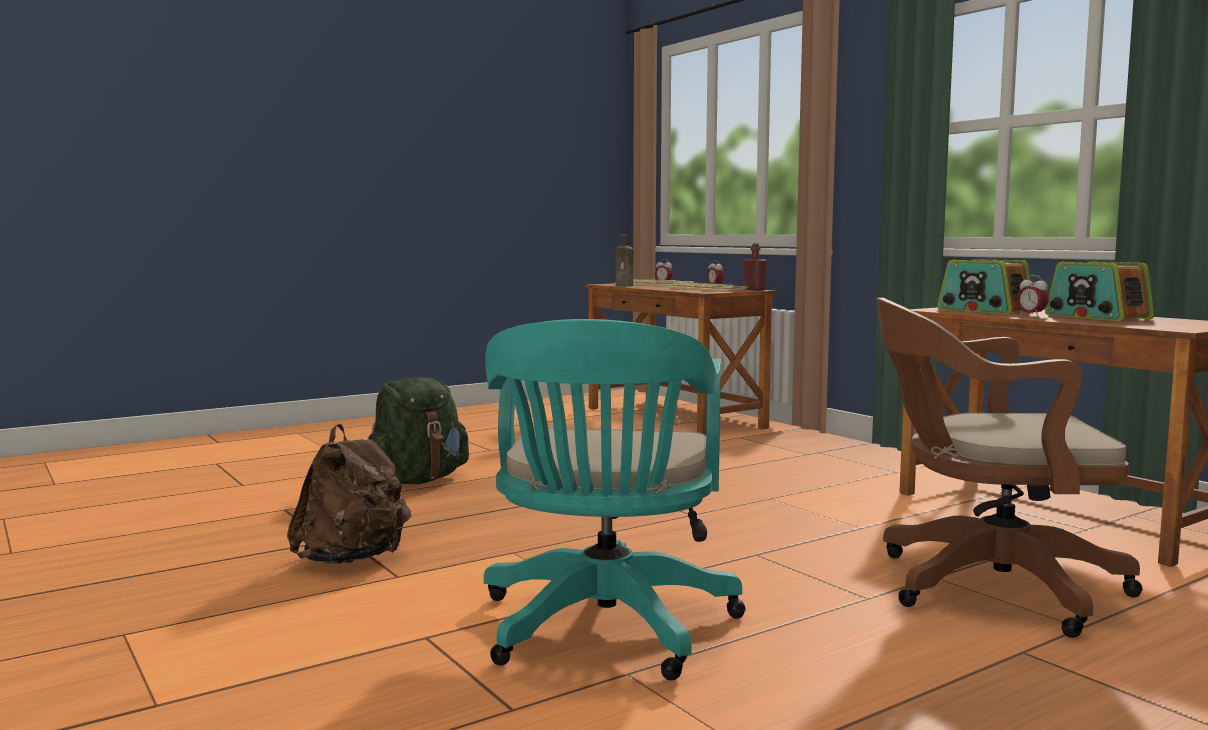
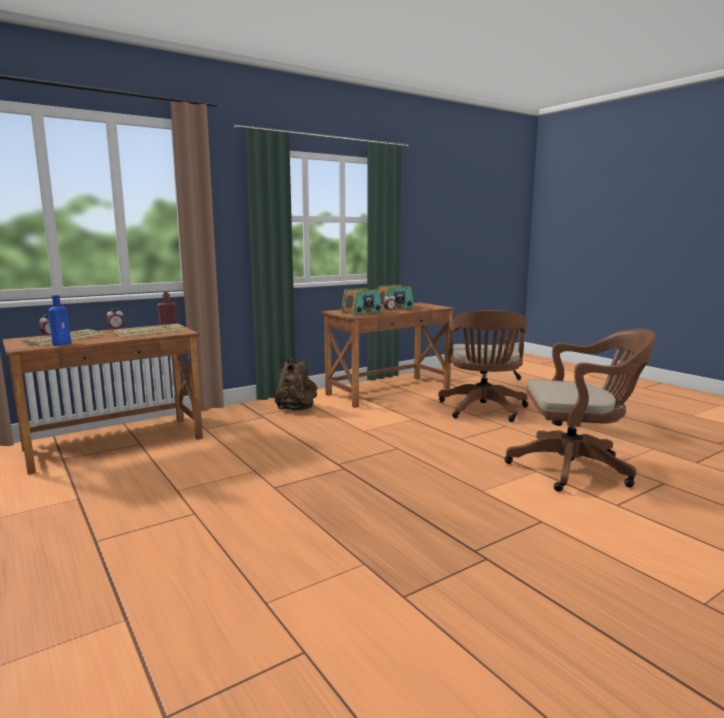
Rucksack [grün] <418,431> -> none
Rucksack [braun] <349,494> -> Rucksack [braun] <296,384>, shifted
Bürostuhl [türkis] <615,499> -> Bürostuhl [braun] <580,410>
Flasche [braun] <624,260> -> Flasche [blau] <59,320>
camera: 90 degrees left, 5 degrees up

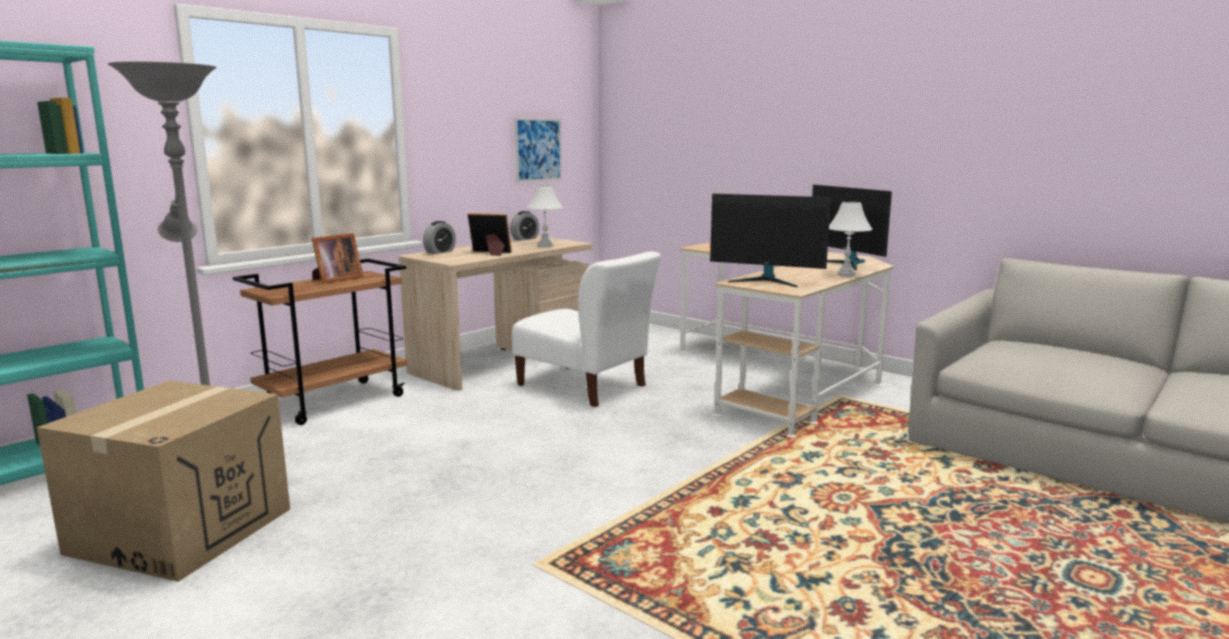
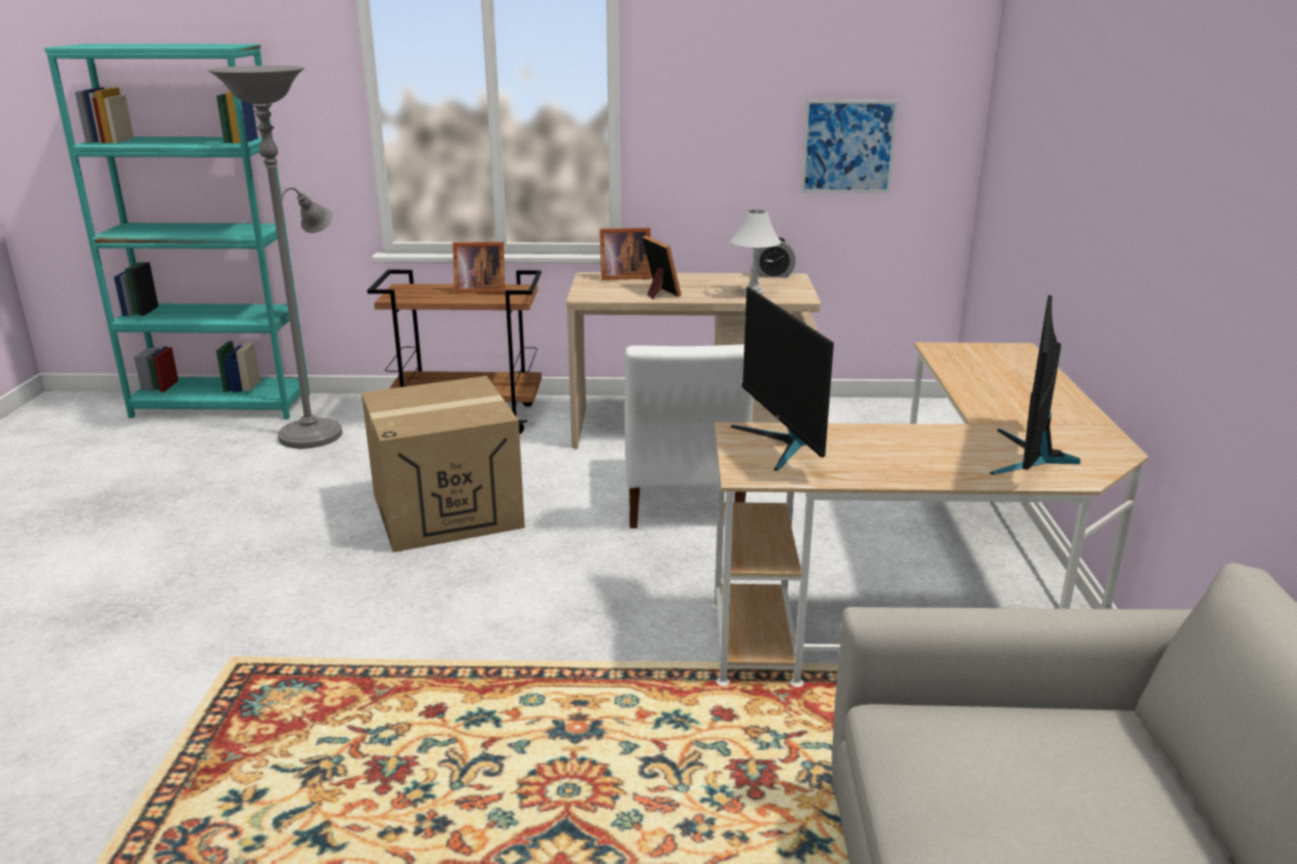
Tischlampe [weiß] <851,239> -> none
Karton <163,481> -> Karton <443,464>, shifted
Wecker <439,237> -> Bilderrahmen <626,254>
camera: 50 degrees right, 10 degrees up

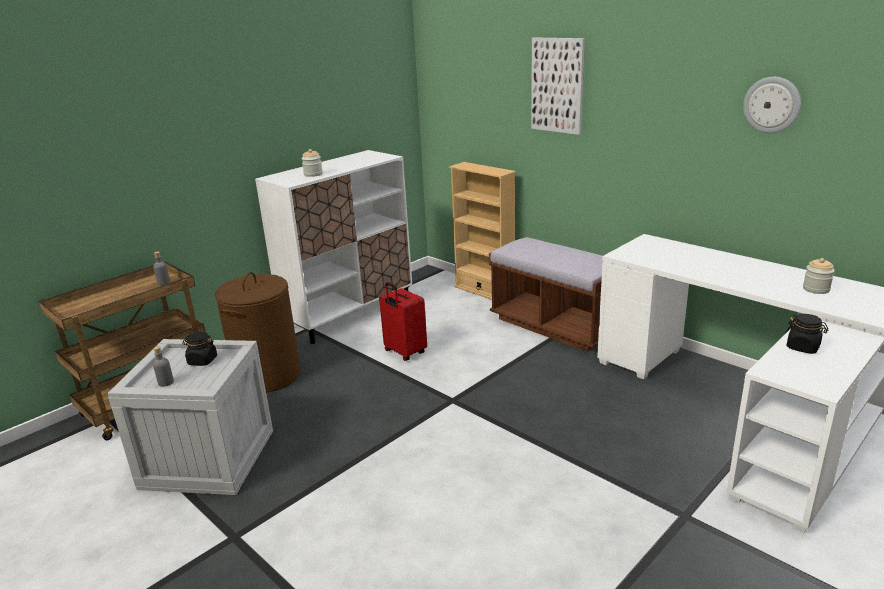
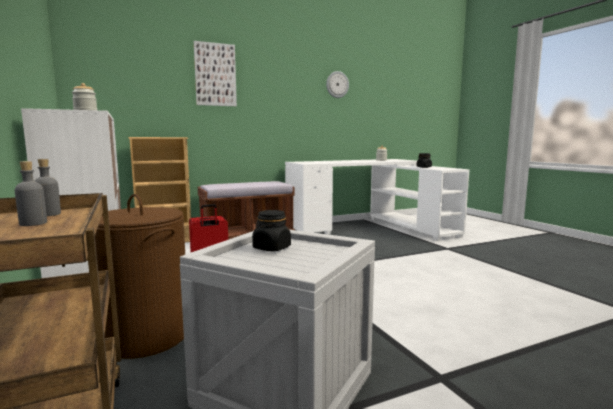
Flasche [grau] <163,366> -> Flasche [grau] <31,193>, shifted
camera: 70 degrees left, 15 degrees down

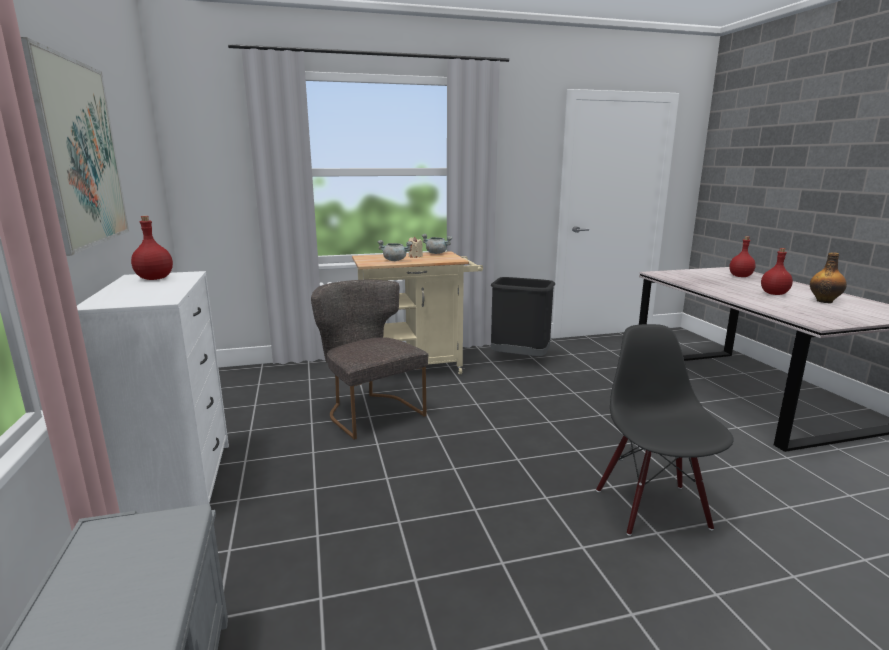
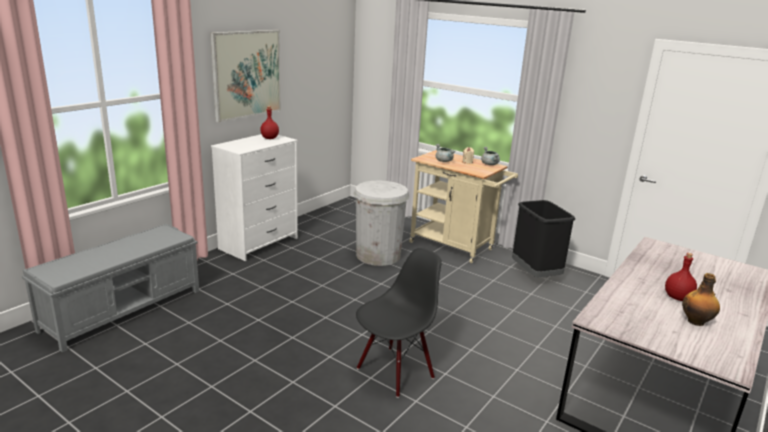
Flasche [rot] <742,256> -> none
Stuhl [grau] <369,360> -> Mülleimer [weiß] <381,223>
camera: 50 degrees right, 5 degrees up

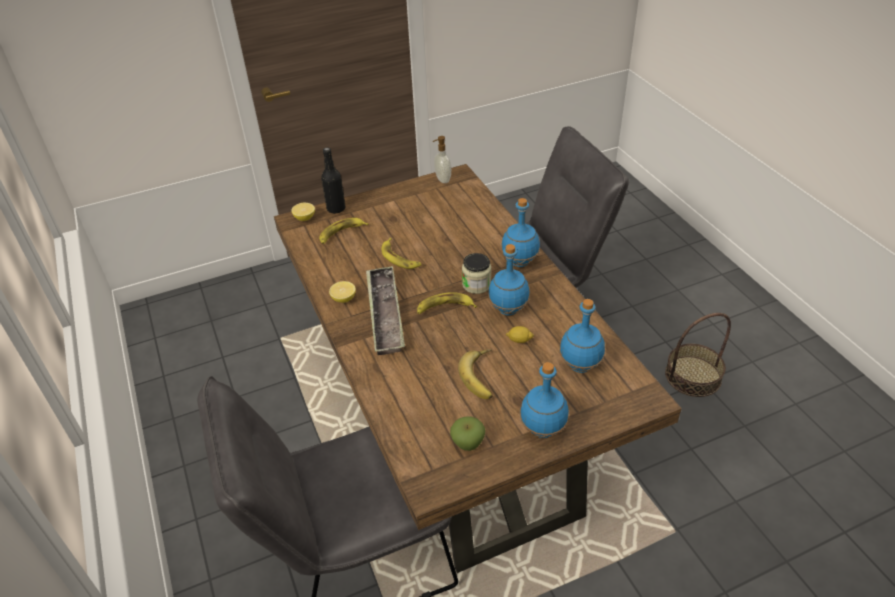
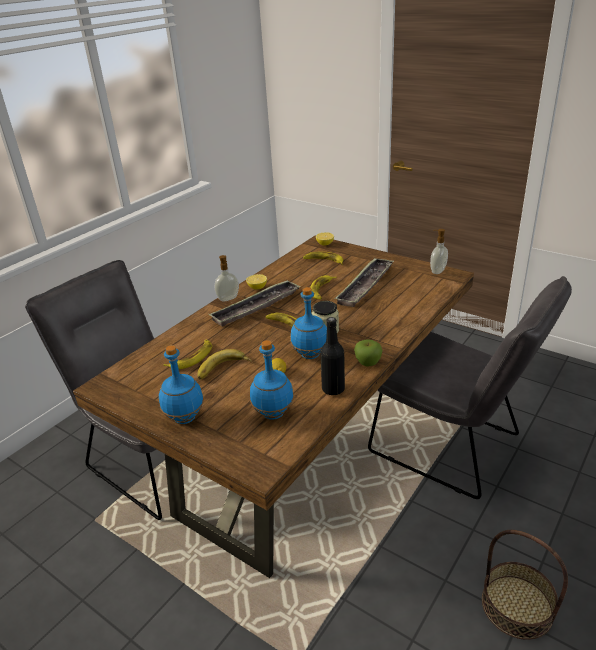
Flasche [blau] <520,232> -> none
none -> Banane <188,354>
none -> Seifenspender <226,278>
none -> Tablett <364,282>
Flasche [schwarz] <333,180> -> Flasche [schwarz] <332,356>, shifted
Apfel <468,434> -> Apfel <368,353>, shifted
camera: 60 degrees right, 10 degrees down

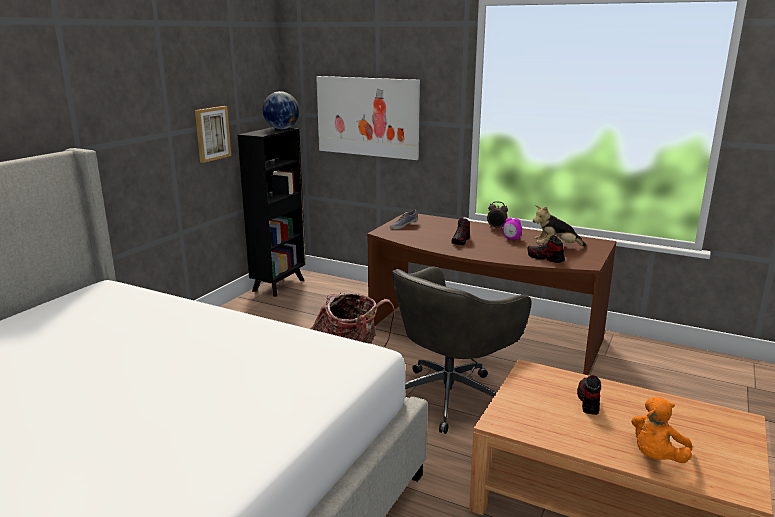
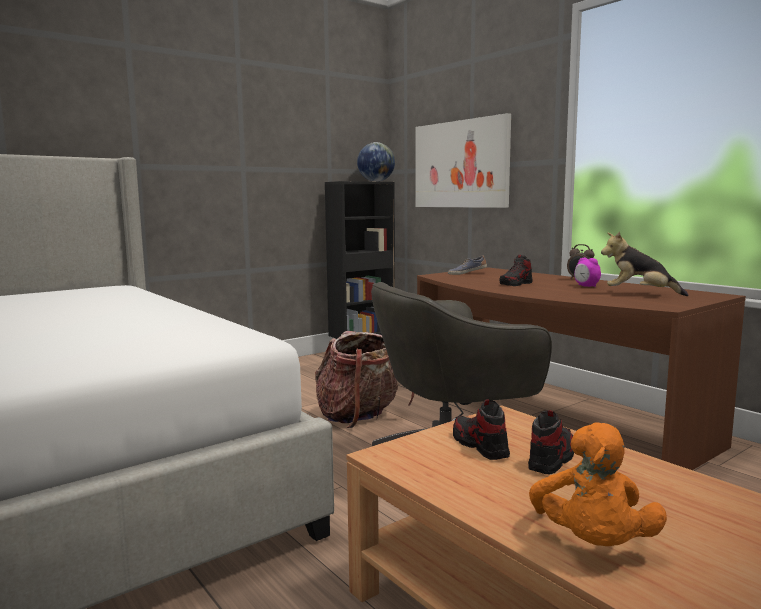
Bild <213,134> -> none
Schuh <546,249> -> Schuh <481,430>, shifted
Plüschtier [orange] <661,430> -> Plüschtier [orange] <598,484>, 60 degrees counterclockwise
camera: 25 degrees right, 10 degrees down

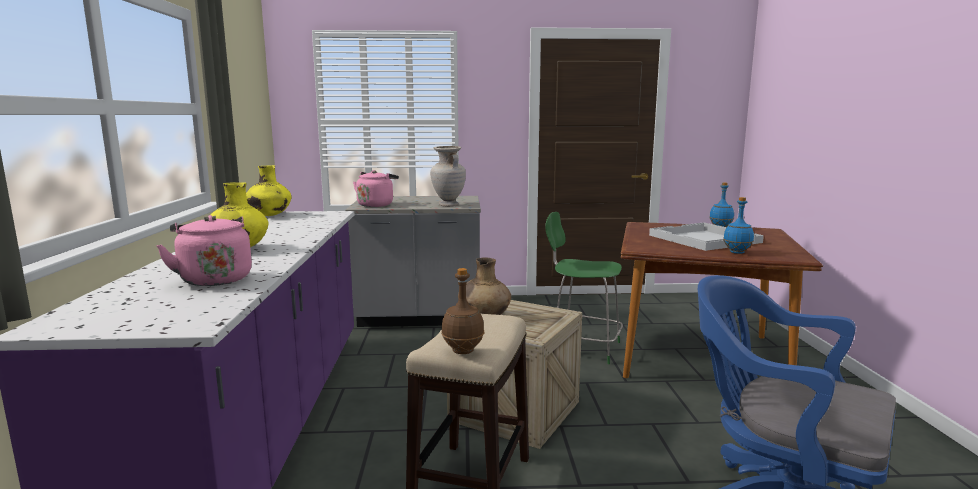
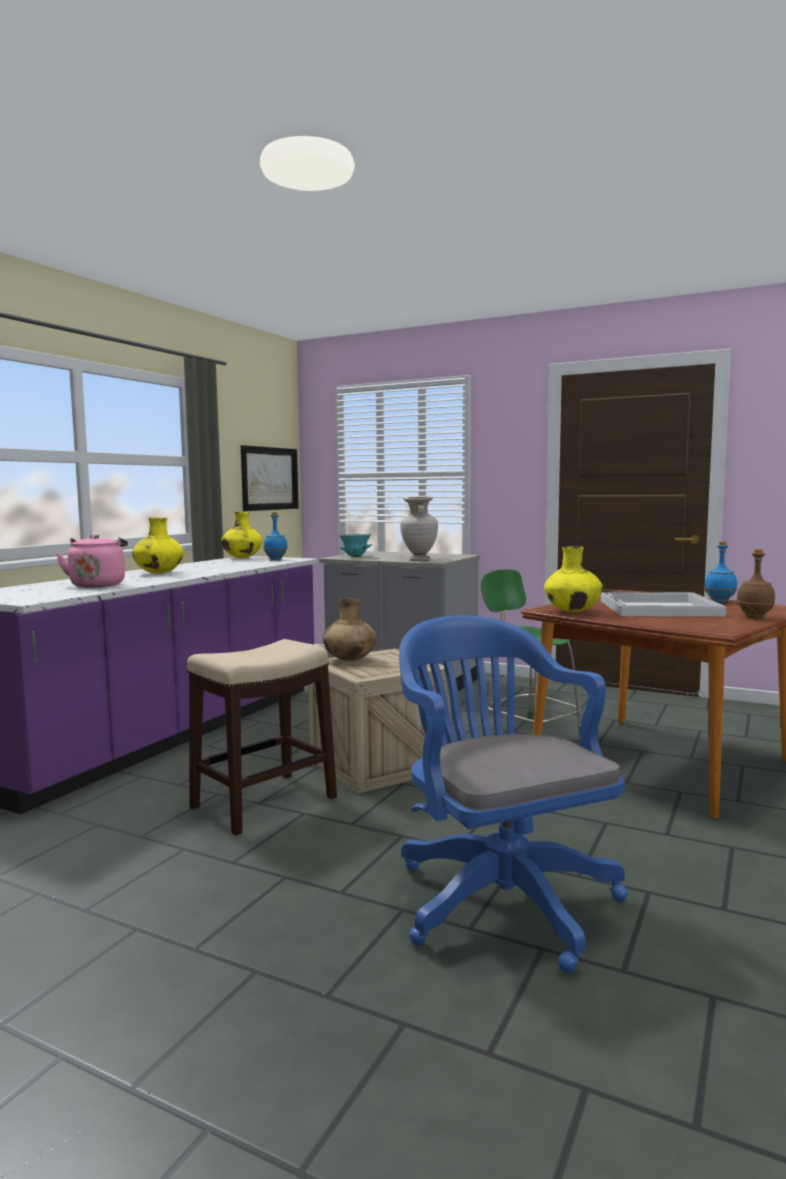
none -> Bild <270,478>
none -> Vase [gelb] <573,579>
Flasche [braun] <462,311> -> Flasche [braun] <756,584>, shifted
Flasche [blau] <738,225> -> Flasche [blau] <275,536>, shifted
Wasserkessel [rosa] <376,188> -> Schüssel [türkis] <355,545>
camera: 30 degrees right, 5 degrees down

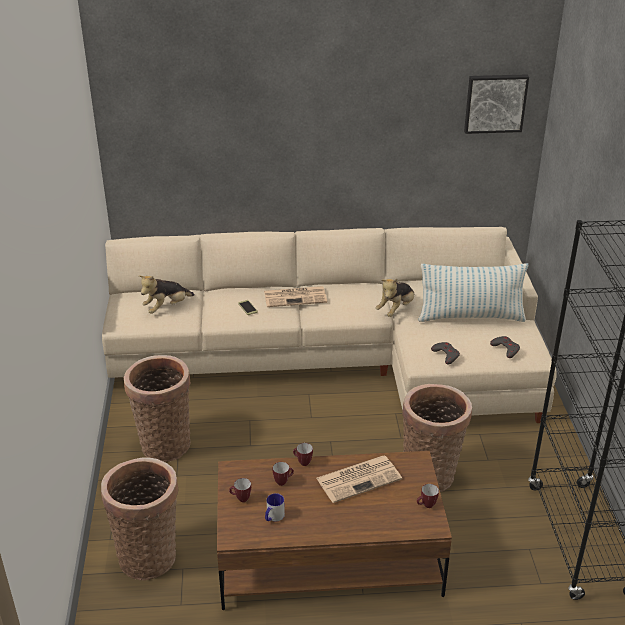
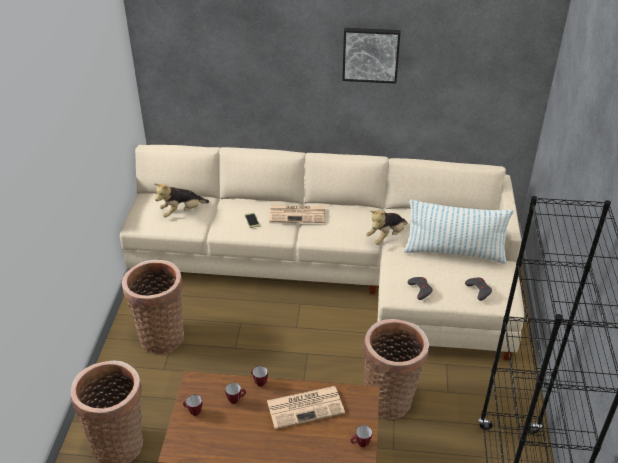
Henkelbecher <275,507> -> none
Bild <496,104> -> Bild <371,56>, shifted
camera: 10 degrees right, 5 degrees up

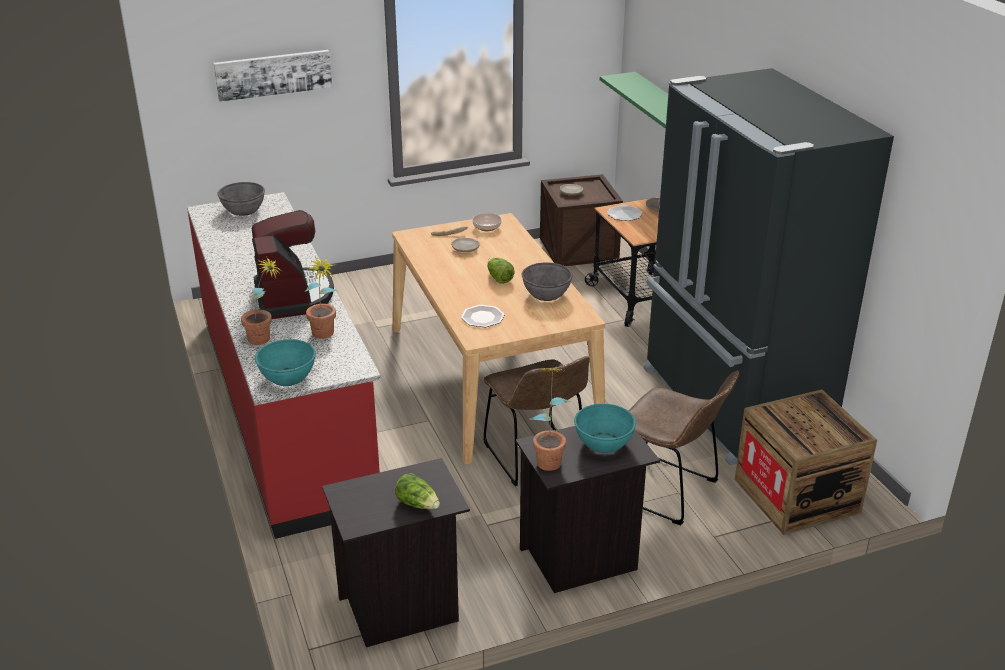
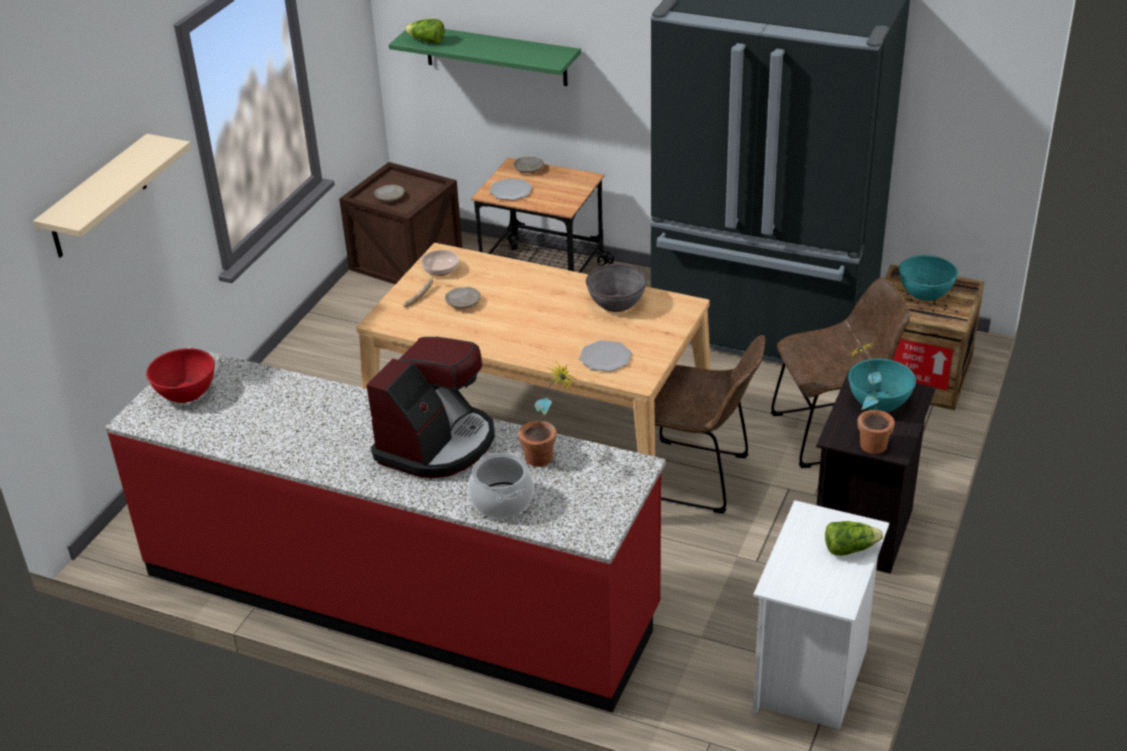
Schüssel [türkis] <285,362> -> Schüssel [türkis] <928,278>, shifted
Salatkopf <500,270> -> Salatkopf <424,31>, shifted
Bild <273,76> -> Wandregal [beige] <112,196>
Topfpflanze <261,300> -> Kochtopf <501,485>
Schüssel [grau] <241,199> -> Schüssel [rot] <180,375>
Nachttisch [schwarz] <396,552> -> Nachttisch [weiß] <820,614>
Kaffeemaschine <293,264> -> Kaffeemaschine <430,407>, 90 degrees clockwise
camera: 45 degrees left, 5 degrees up

